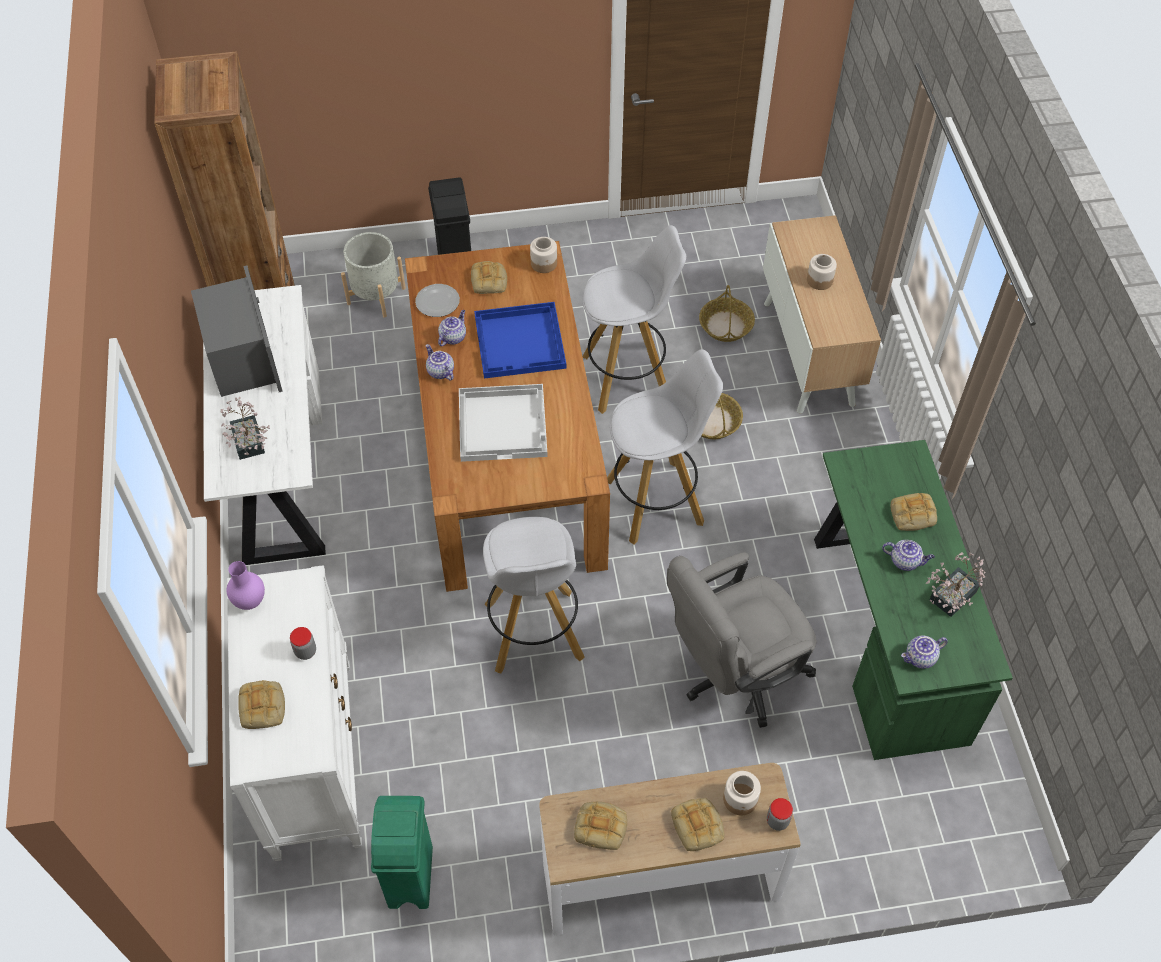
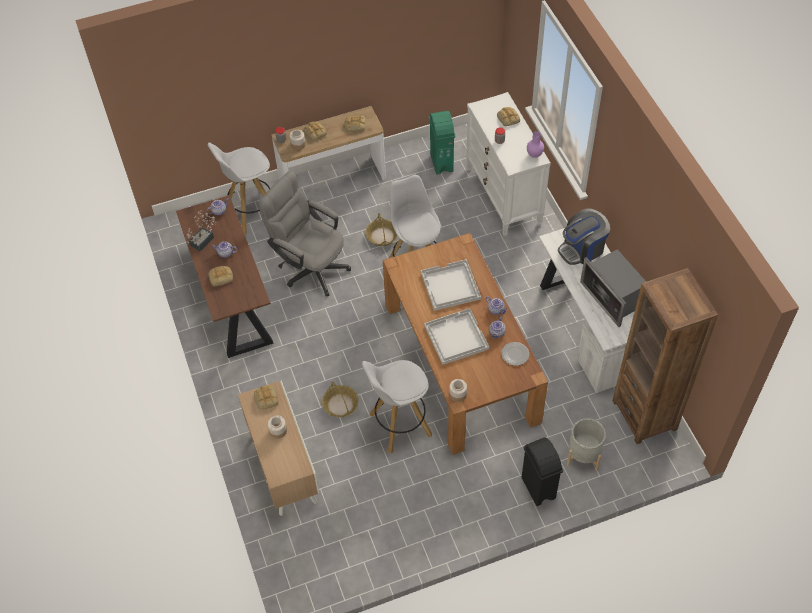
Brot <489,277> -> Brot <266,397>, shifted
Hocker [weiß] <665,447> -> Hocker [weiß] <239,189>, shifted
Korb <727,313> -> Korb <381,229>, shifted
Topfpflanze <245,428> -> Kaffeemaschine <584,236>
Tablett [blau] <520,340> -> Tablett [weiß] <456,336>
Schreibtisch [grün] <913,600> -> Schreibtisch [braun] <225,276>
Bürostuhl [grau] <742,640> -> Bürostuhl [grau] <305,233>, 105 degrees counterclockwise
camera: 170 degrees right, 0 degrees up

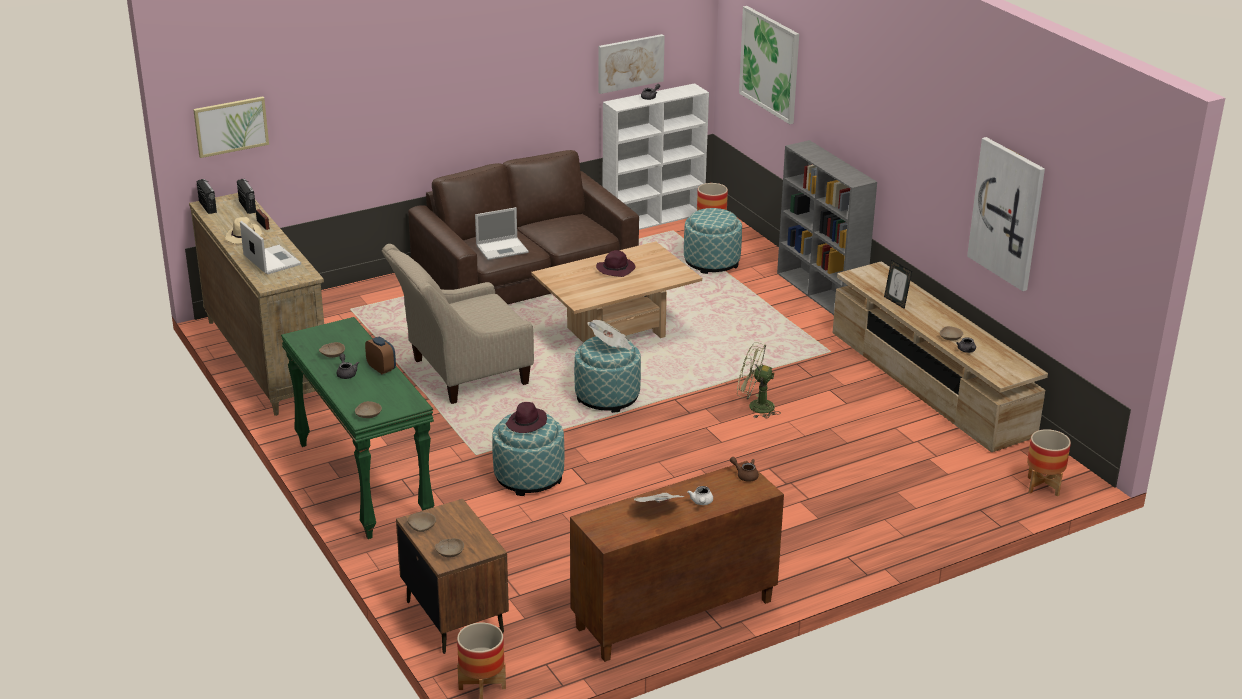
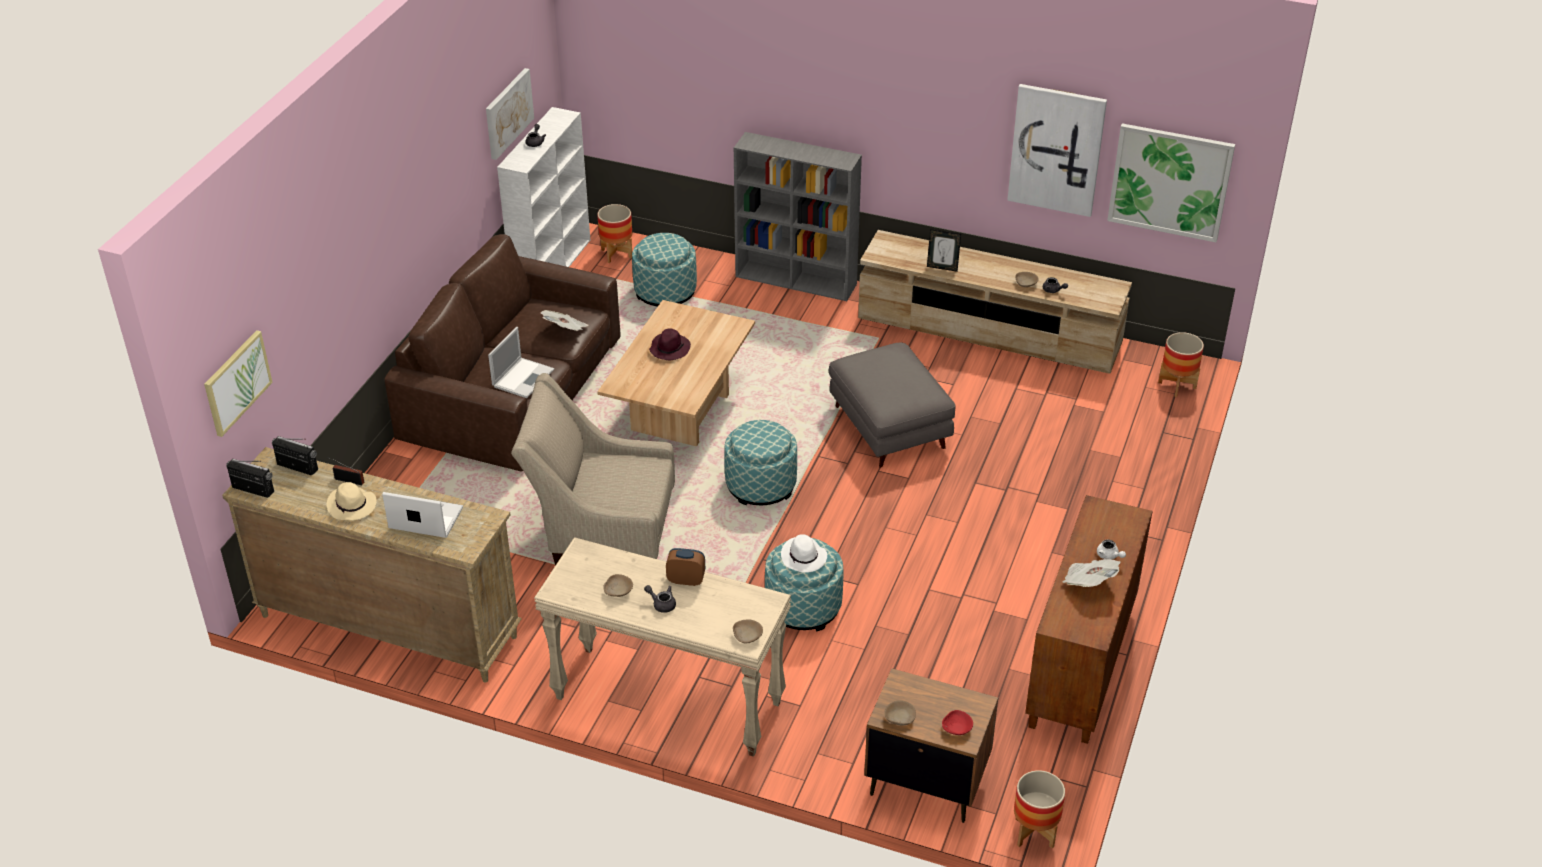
Teekanne [braun] <744,469> -> none
Zeitung <610,334> -> Zeitung <565,320>, shifted
Bild <769,65> -> Bild <1171,182>, shifted
Ventilator [grün] <759,380> -> Polsterhocker [grau] <892,405>
Konsolentisch [grün] <357,428> -> Konsolentisch [beige] <662,647>
Schüssel [beige] <449,548> -> Schüssel [rot] <957,722>
Hut [lila] <526,417> -> Hut [weiß] <804,553>
Sessel [beige] <458,324> -> Sessel [beige] <593,469>, 75 degrees clockwise
camera: 40 degrees left, 10 degrees up

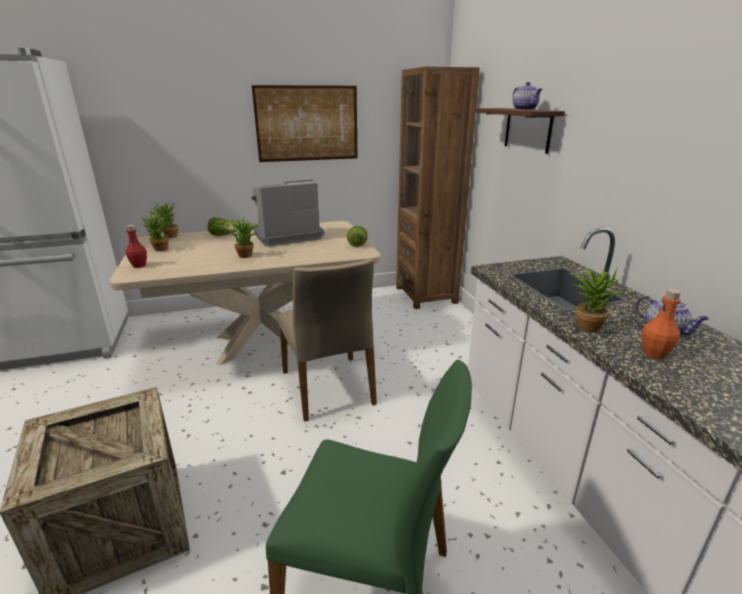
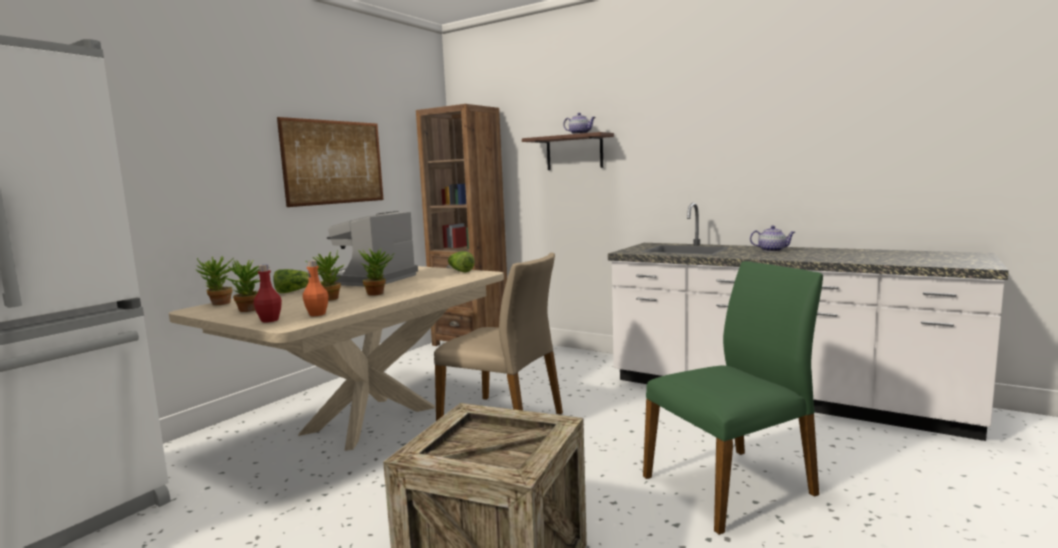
Topfpflanze <596,299> -> Topfpflanze <325,275>, shifted
Flasche [orange] <661,324> -> Flasche [orange] <315,288>, shifted
camera: 40 degrees left, 15 degrees down

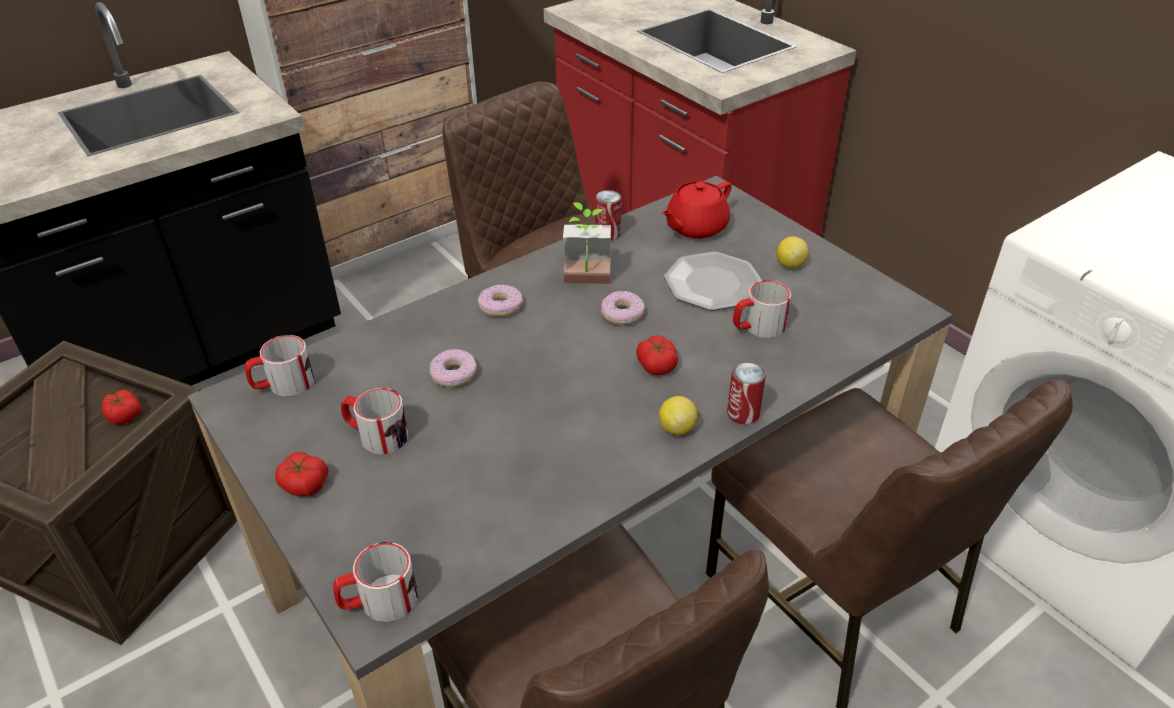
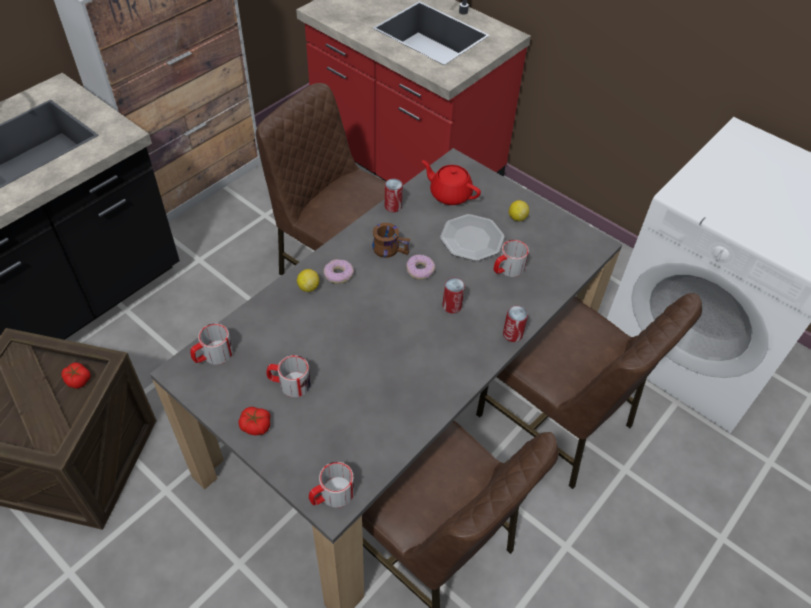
Donut <453,368> -> none
Zitrone <678,415> -> Zitrone <308,280>, shifted
Topfpflanze <587,243> -> Henkelbecher [braun] <391,240>
Tomate <657,355> -> Dose <453,295>
Teekanne [rot] <696,210> -> Teekanne [rot] <451,182>, 90 degrees clockwise
camera: 15 degrees left, 10 degrees up

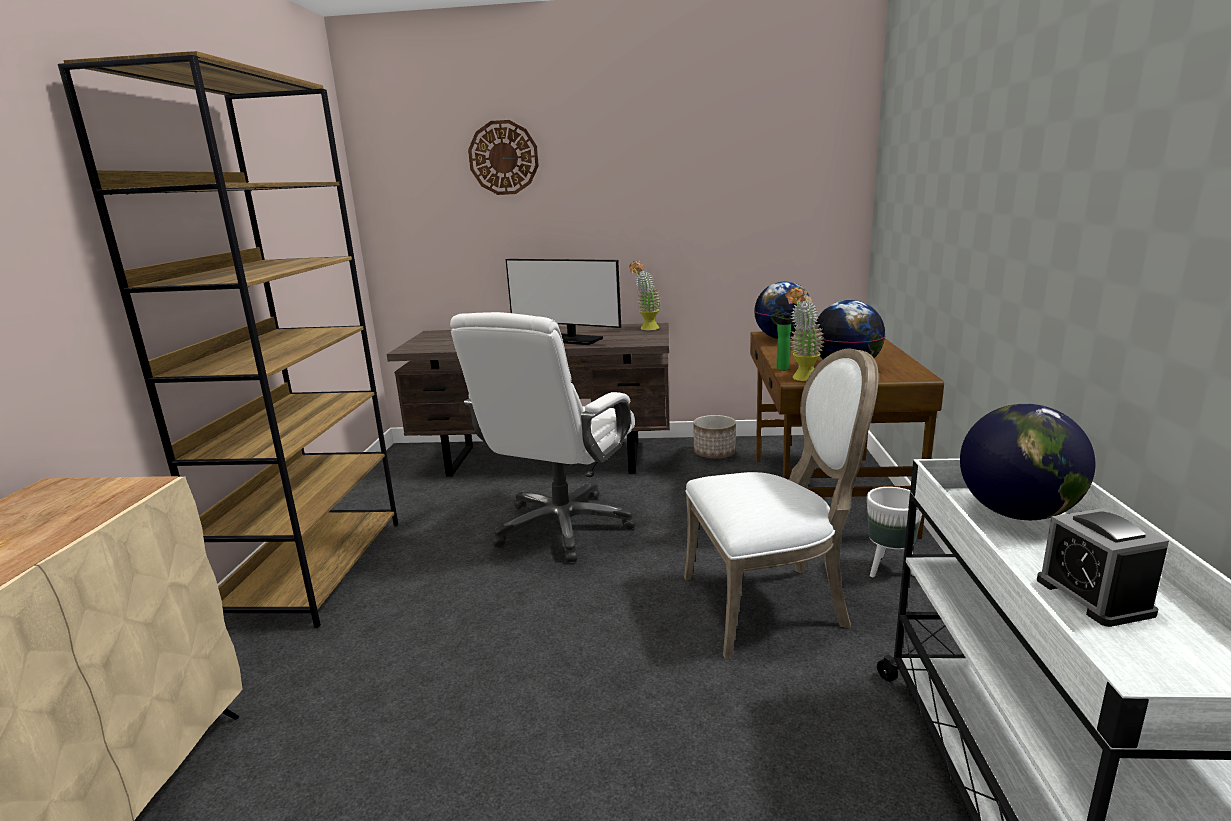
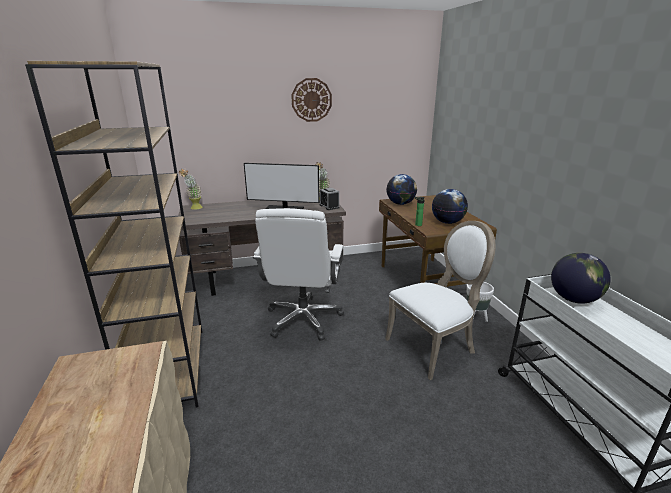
Pflanzkübel <714,436> -> none
Wanduhr <503,157> -> Wanduhr <311,100>, shifted
Topfpflanze <804,333> -> Topfpflanze <190,189>, shifted
Wecker <1103,567> -> Wecker <329,199>, shifted
camera: 20 degrees left, 5 degrees up

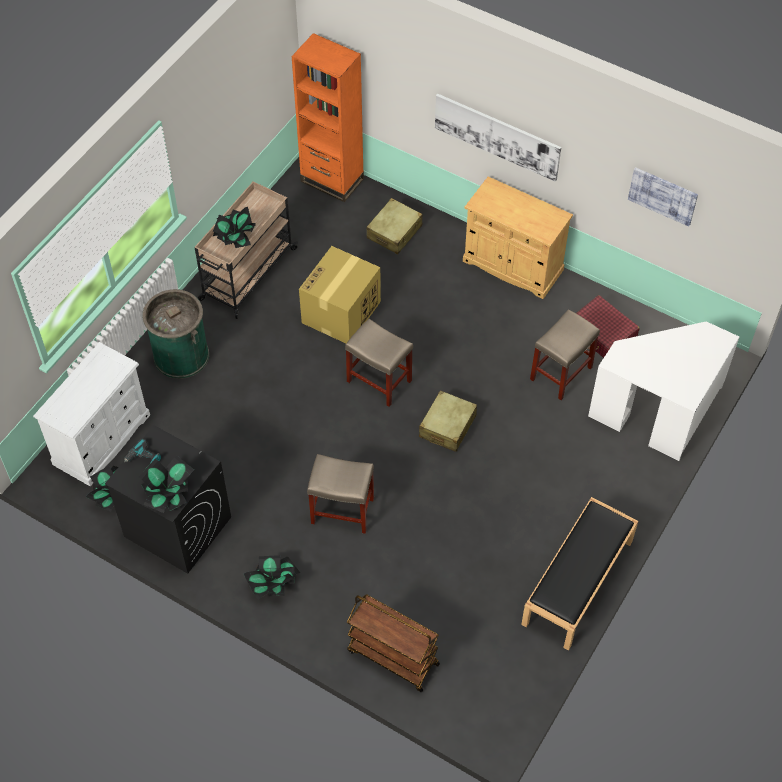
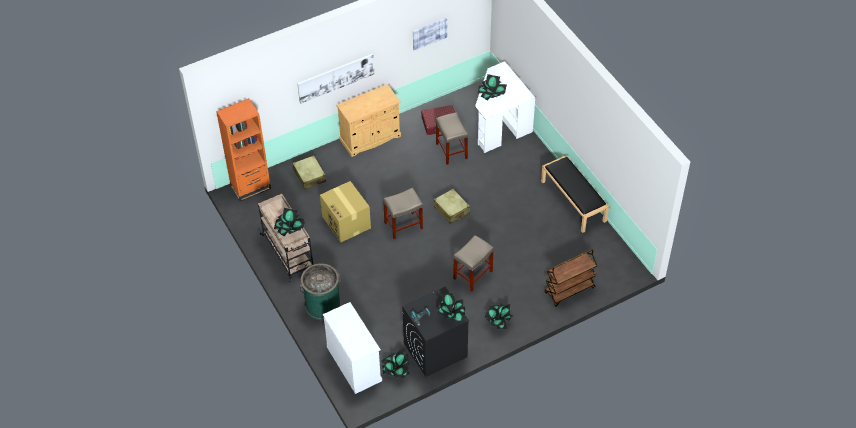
none -> Topfpflanze <492,87>
camera: 60 degrees left, 5 degrees down

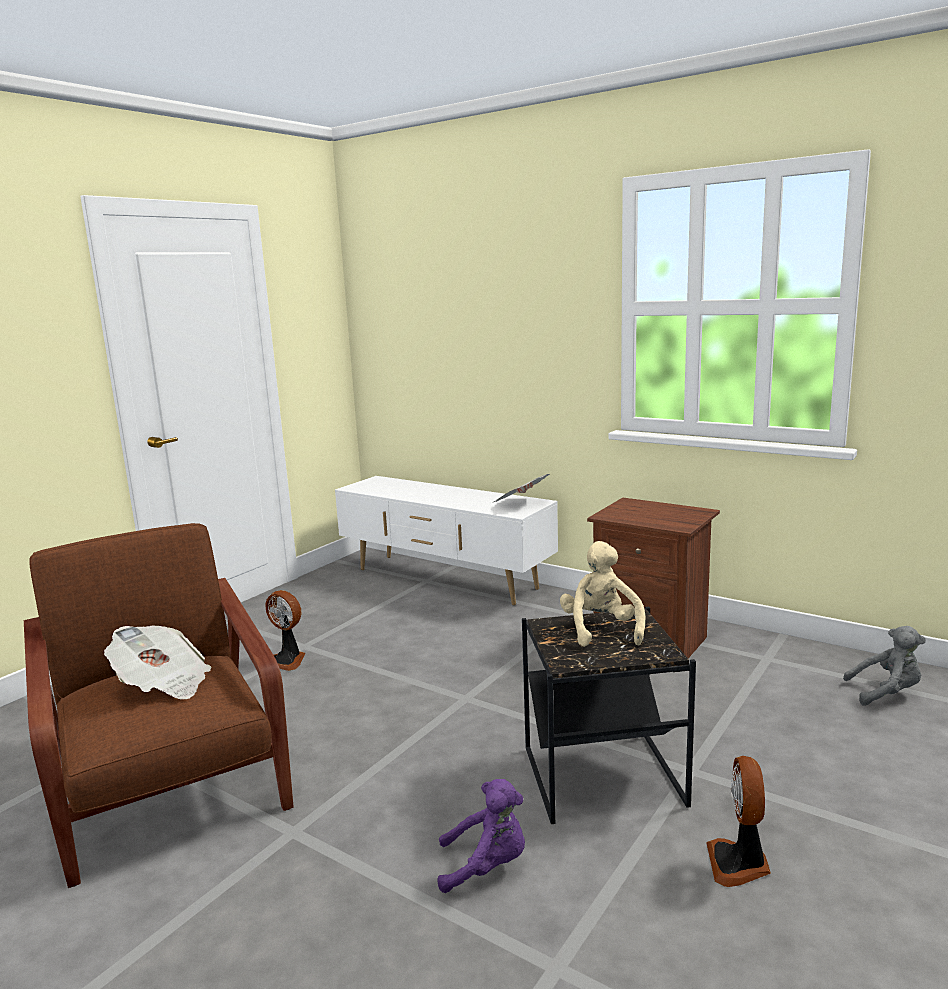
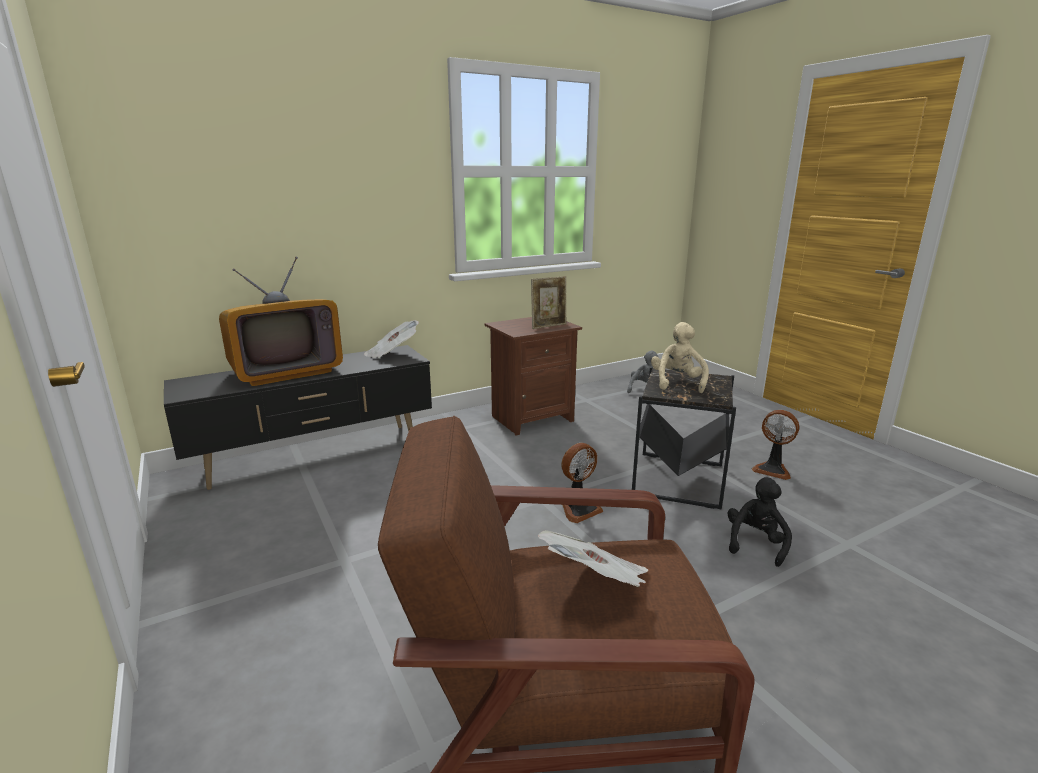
none -> Fernseher <281,321>
none -> Bilderrahmen <548,302>
Ventilator <285,630> -> Ventilator <582,483>, shifted
Fernsehschrank [weiß] <446,540> -> Fernsehschrank [schwarz] <298,417>
Plüschtier [lila] <481,836> -> Plüschtier [schwarz] <760,522>
Plüschtier [beige] <602,594> -> Plüschtier [beige] <680,357>, 75 degrees clockwise
camera: 65 degrees left, 5 degrees up

